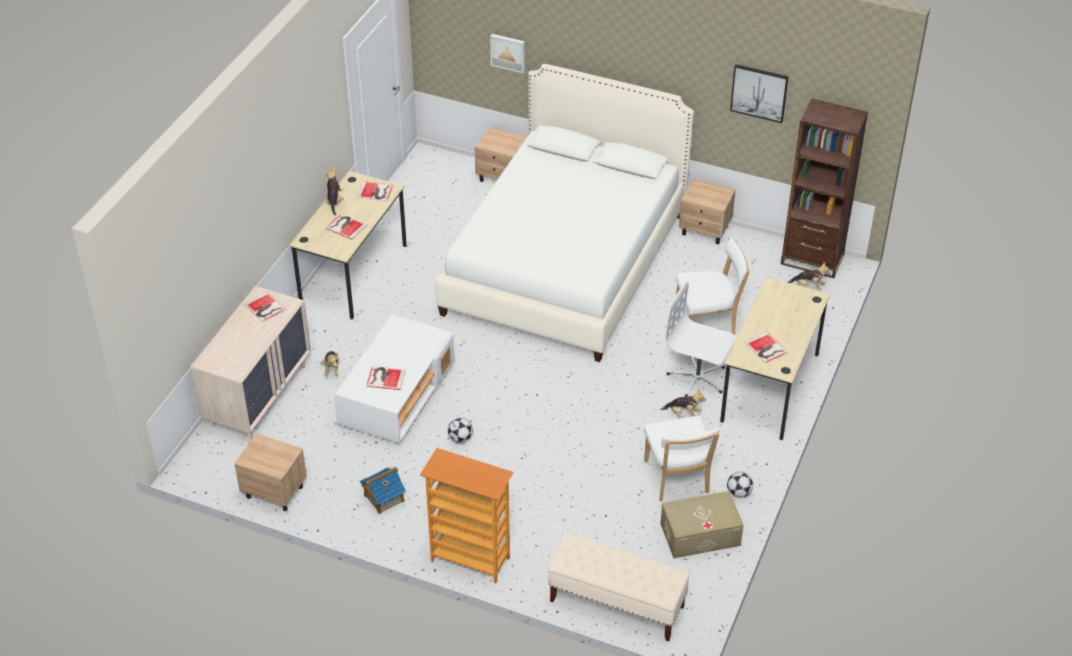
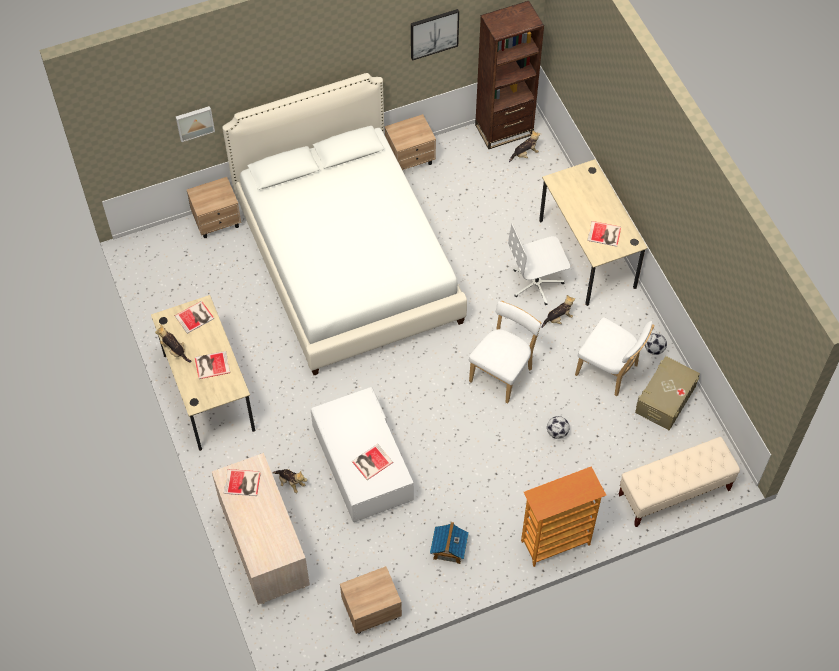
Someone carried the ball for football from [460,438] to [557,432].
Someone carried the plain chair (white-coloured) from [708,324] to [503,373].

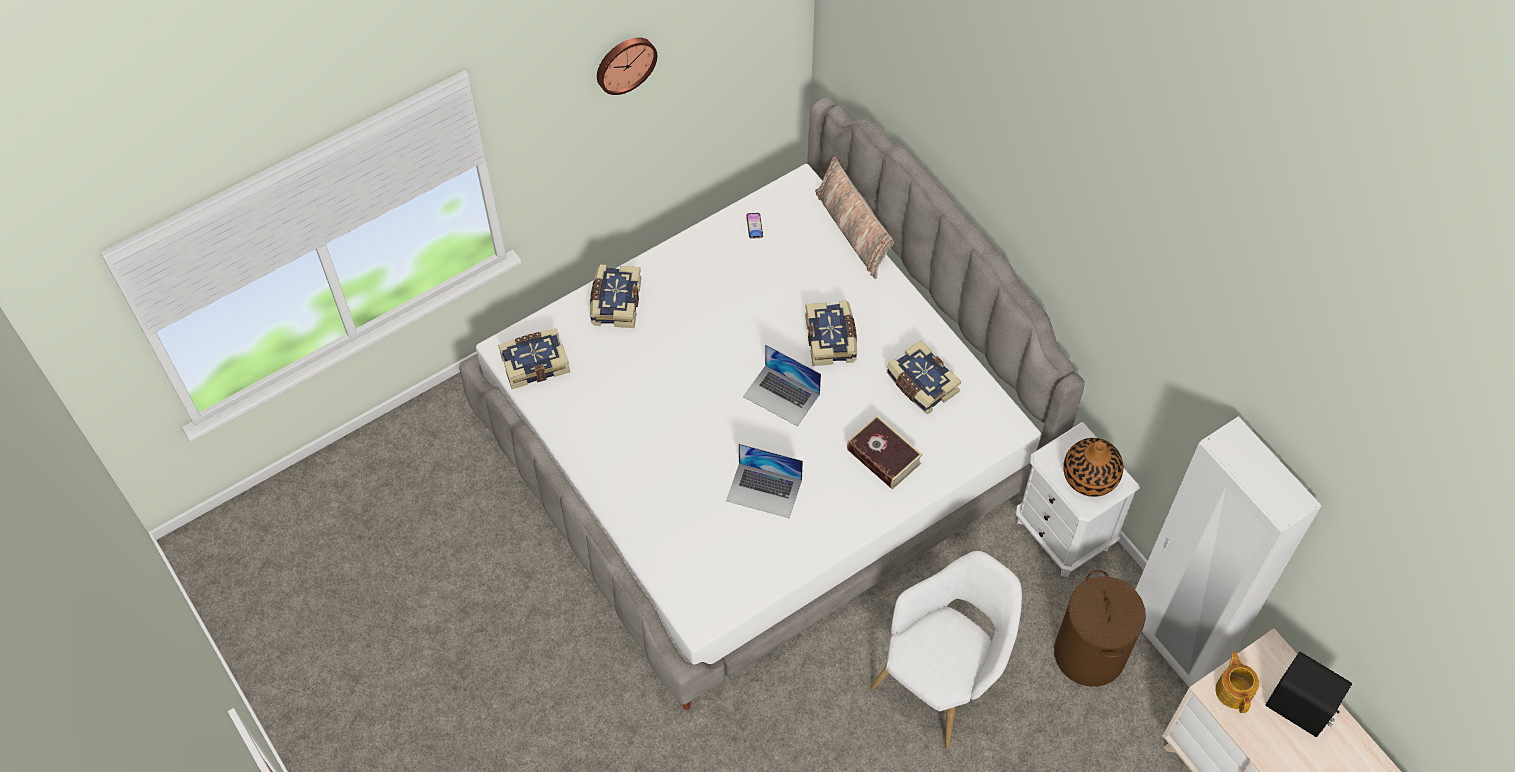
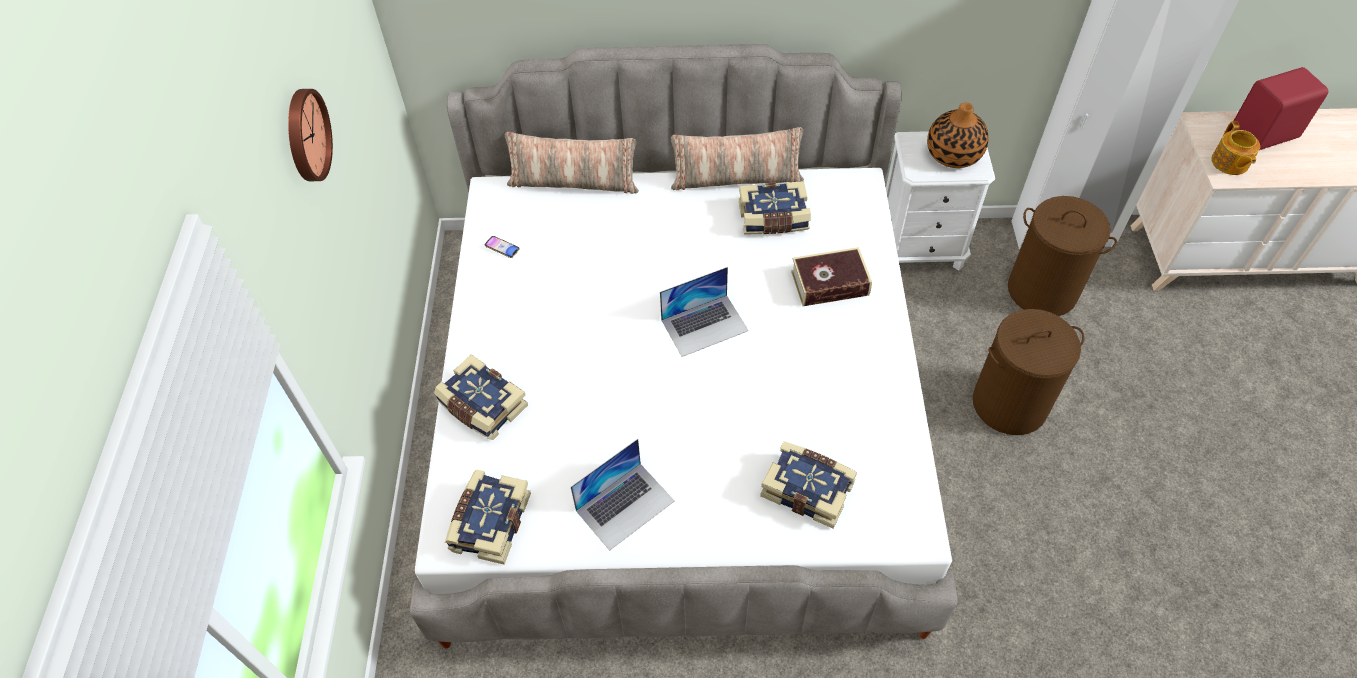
Someone put down the cushion at [736,178].
Someone carried the portable computer from [764,490] to [625,505].
Someone carried the book from [832,339] to [808,488].
Someone swapped the lounge chair (white-coloured) at [943,678] for the laundry basket (brownish) at [1010,403].
Someone repainted the speaker (black-coloured) at [1299,709], which became the speaker (red-coloured) at [1265,135].
Someone rotated the pot for tea at [1234,690] by 120 degrees counterclockwise.

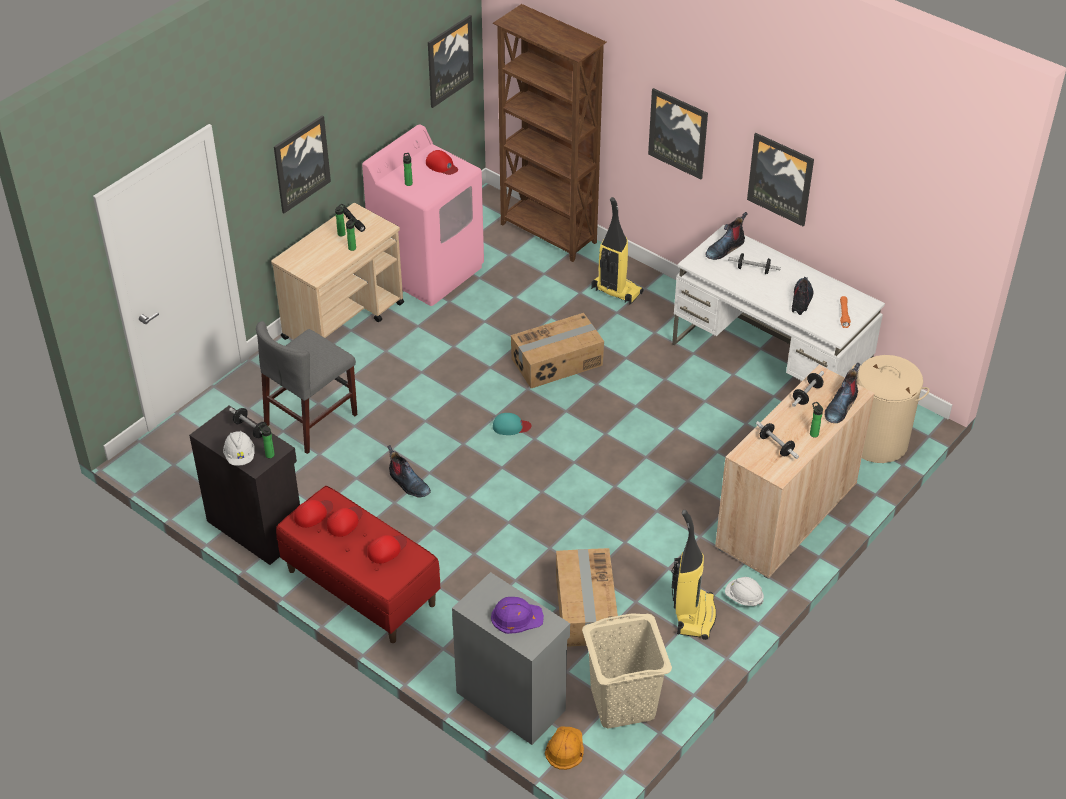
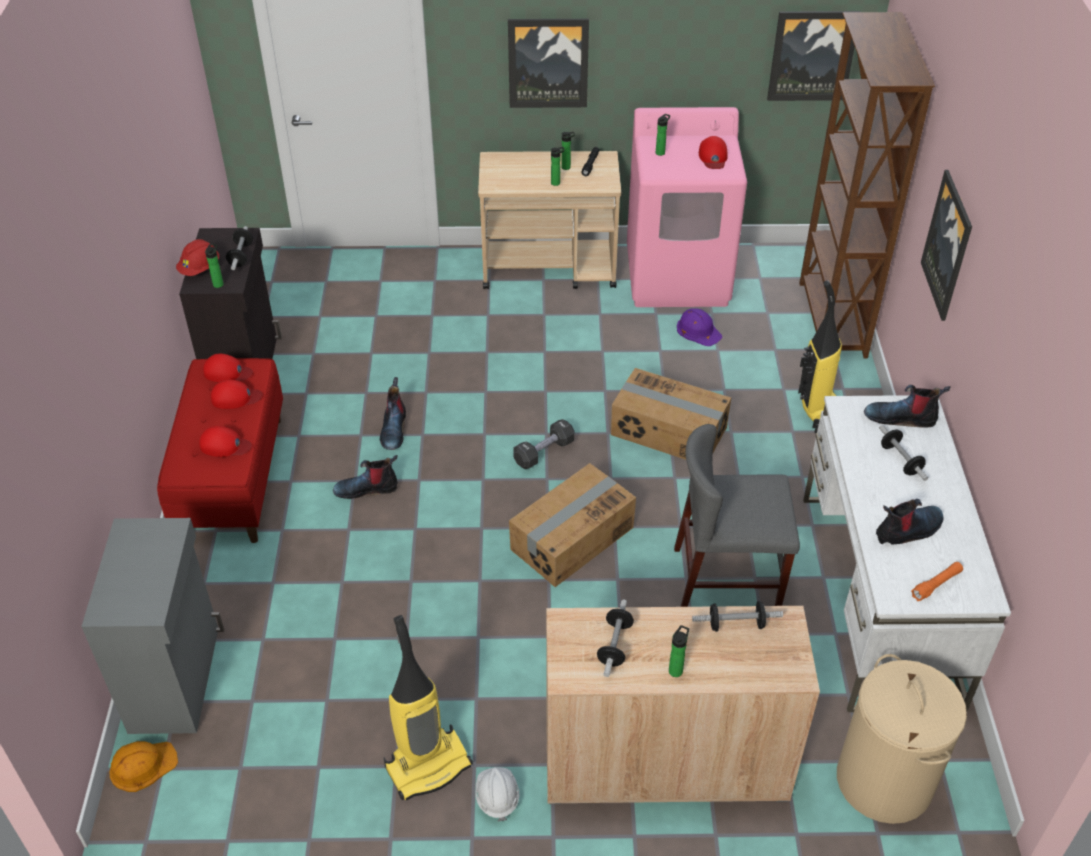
Someone took away the laundry basket (beige) at [622,703].
Someone took away the wall art at [781,178].
Someone carried the plain chair (grey) from [311,420] to [726,580].
Someone carried the safety helmet (purple-coloured) from [516,617] to [698,330].
Someone carried the packing box from [585,609] to [571,538].
Someone carried the boot from [840,406] to [367,488].
Someone swapped the baseball cap (turquoise) at [511,426] for the hand weight (black-coloured) at [544,452].
Someone repainted the safety helmet (white-coloured) at [240,456], which became the safety helmet (red-coloured) at [200,269].

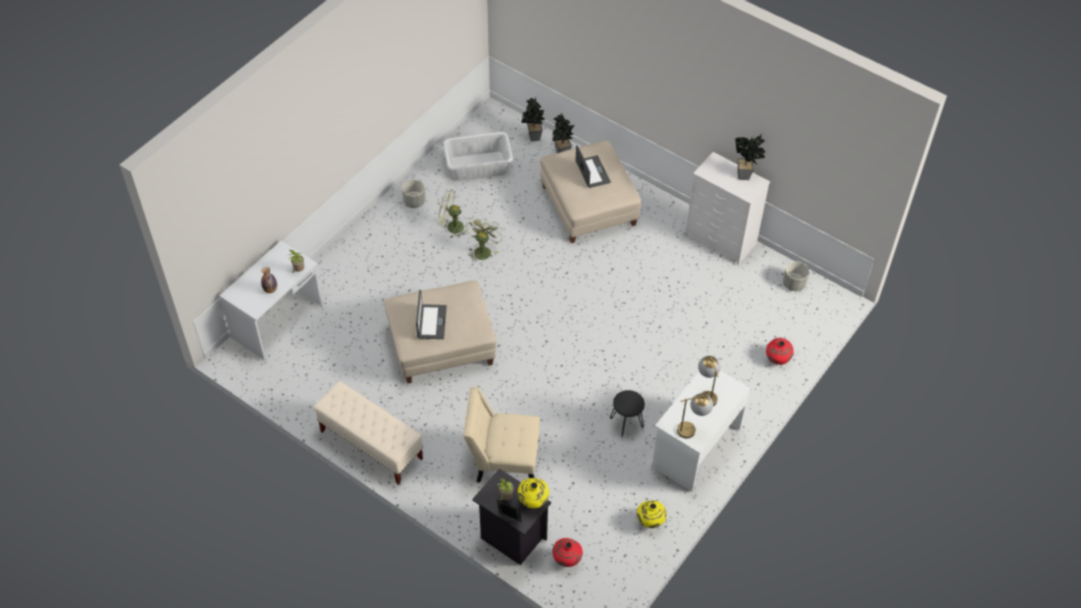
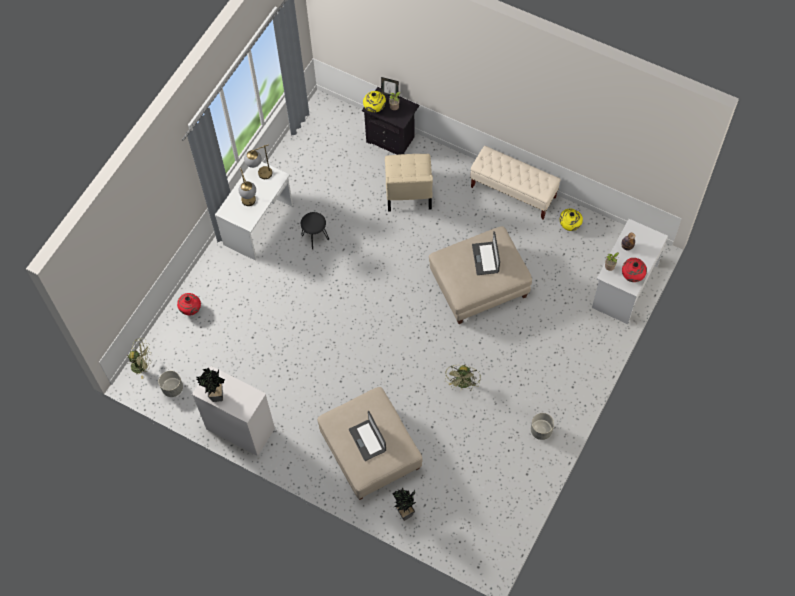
Someone took away the laundry basket (grey) at [478,166].
Someone took away the houseplant at [533,139].
Someone carried the cooling fan (green) from [451,227] to [142,365].
Someone carried the flower vase (red-coloured) from [566,560] to [632,276].
Someone carried the flower vase (yellowish) from [650,521] to [569,226].
Someone rotated the plain chair (beige) at [503,460] by 90 degrees clockwise.

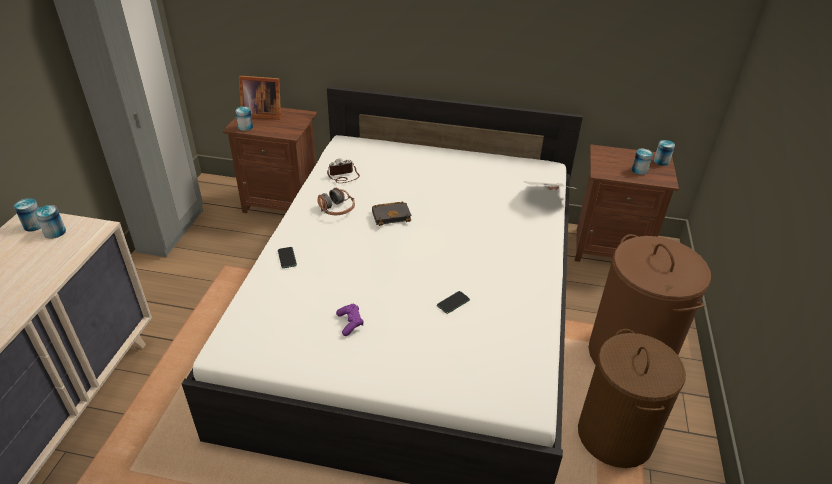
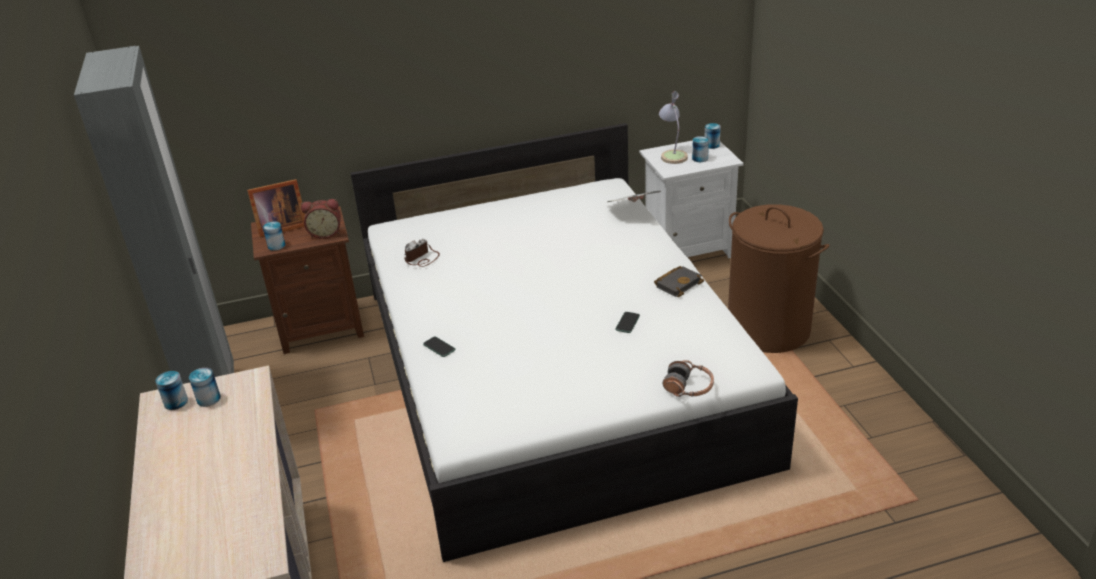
Someone took away the gamepad (purple-coloured) at [350,323].
Someone took away the laundry basket (brownish) at [614,435].
Someone put down the table clock at [325,233].
Someone put down the lamp for a table at [672,155].
Someone carried the headphones from [336,209] to [688,387].
Someone carried the book (black-coloured) from [392,215] to [678,283].
Someone repainted the nightstand (brownish) at [609,248], which became the nightstand (white-coloured) at [687,250].

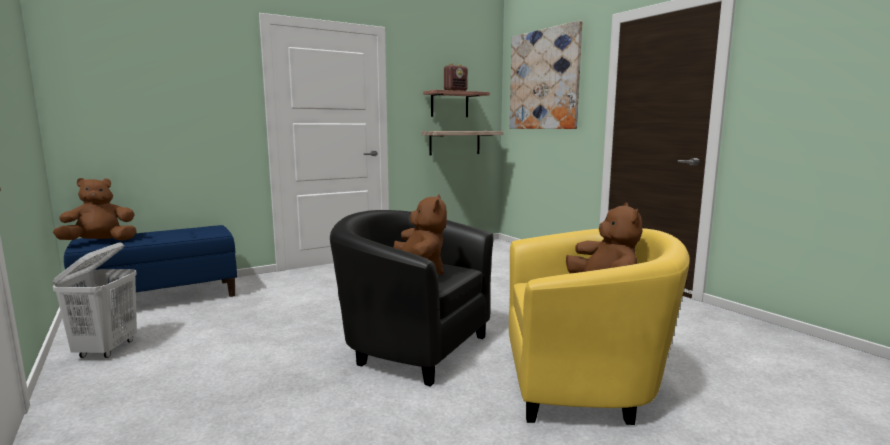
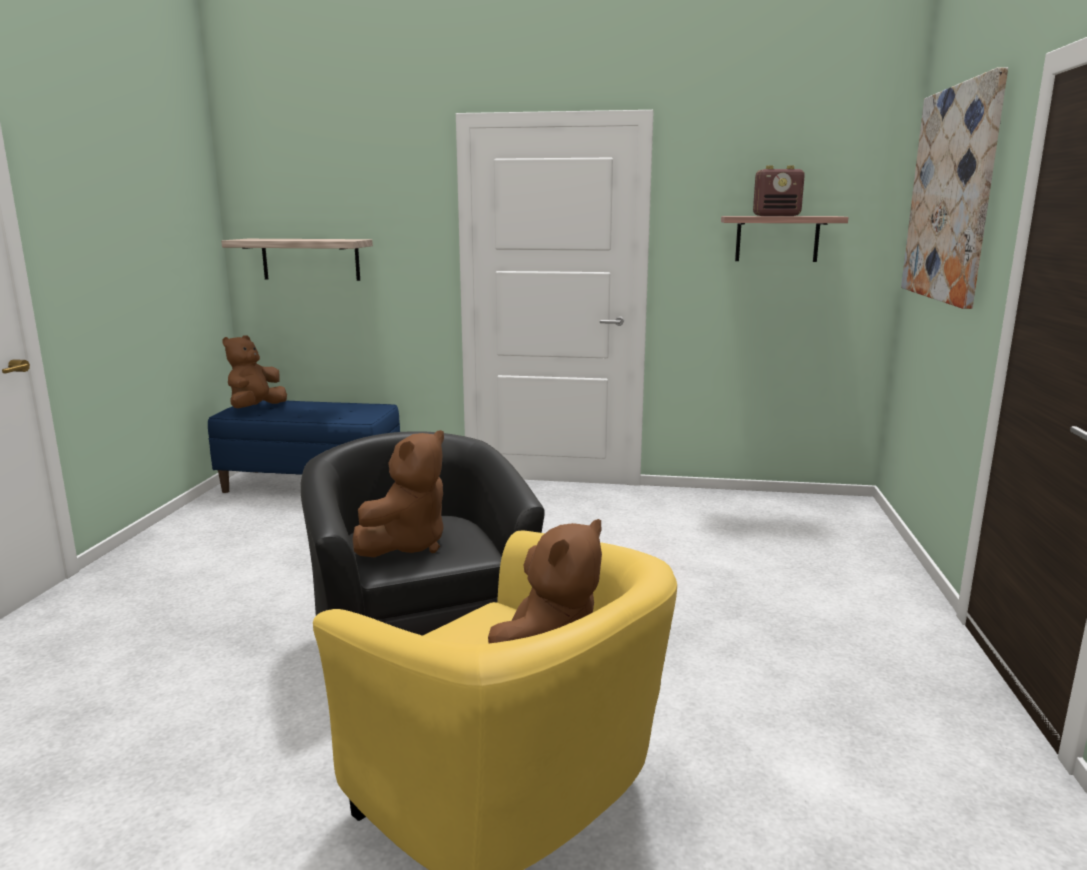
Someone took away the laundry basket (white-coloured) at [107,350].
Someone carried the shelf from [454,142] to [310,259].
Someone rotated the plush toy (brownish) at [100,242] by 75 degrees counterclockwise.

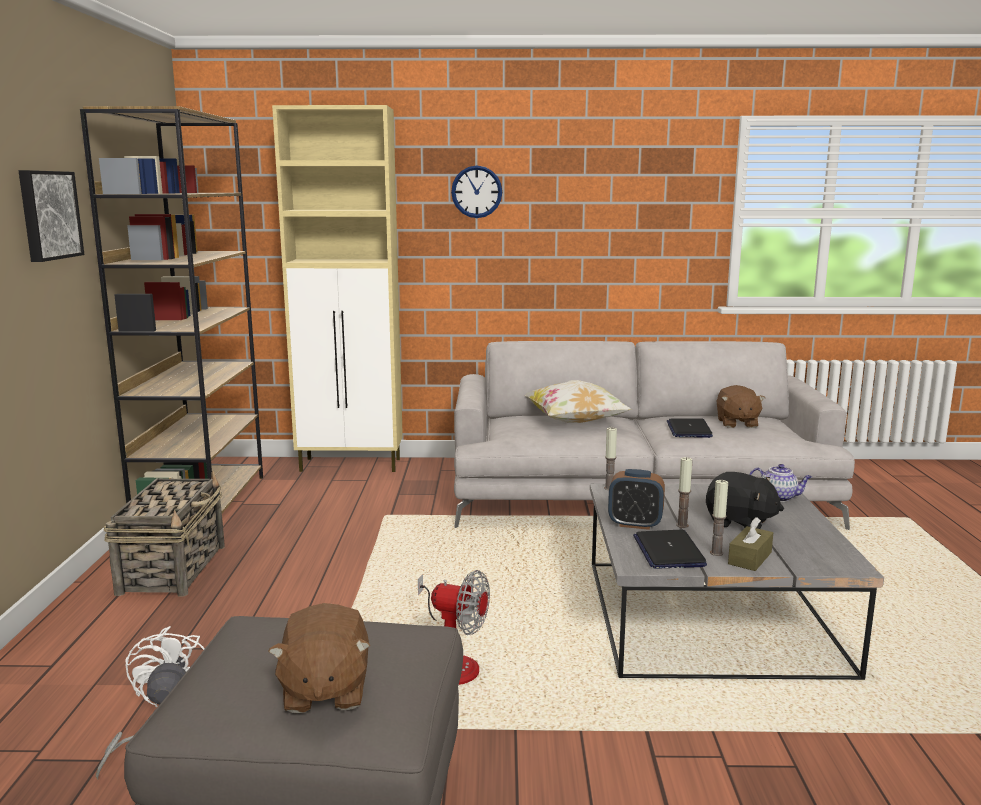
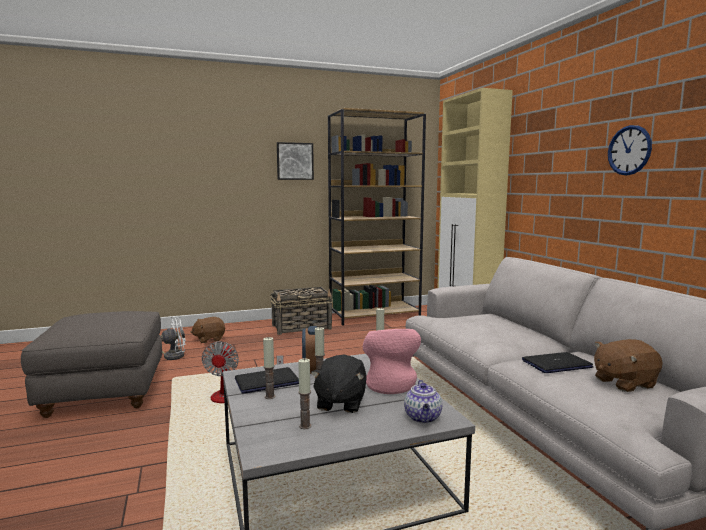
Someone took away the cushion at [575,423].
Someone took away the tissue holder (brownish) at [750,558].
Someone put down the wax candle at [305,426].
Someone put down the flower vase (pink) at [390,383].
Someone carried the plush toy (brownish) from [324,691] to [209,339].
Someone carried the wall clock from [476,192] to [629,150].

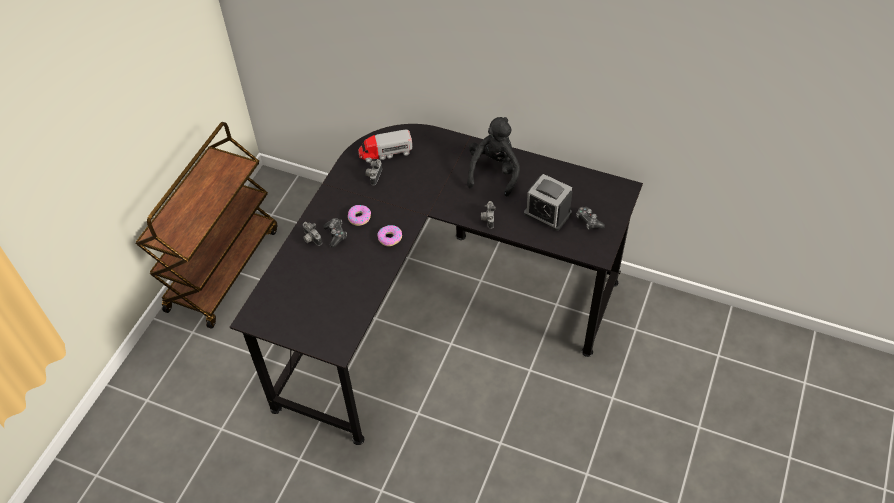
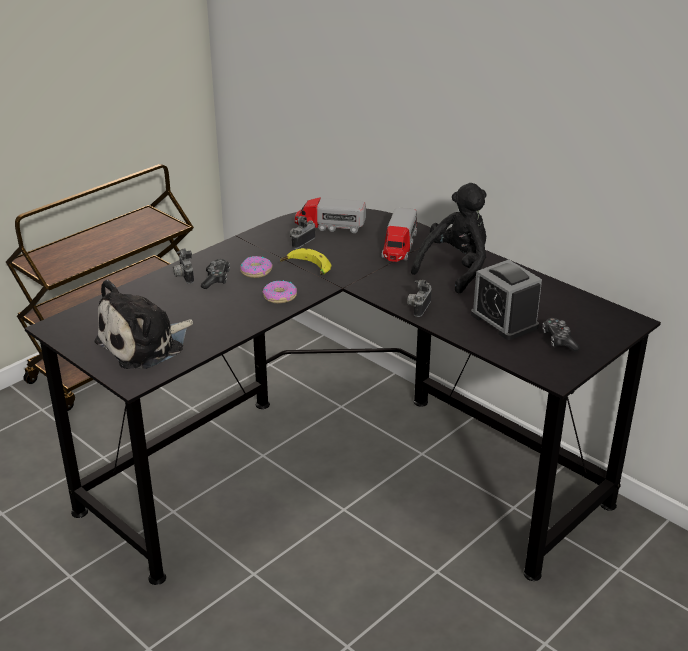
Someone put down the plush toy at [145,345].
Someone put down the banana at [306,269].
Someone put down the model truck at [399,247].

